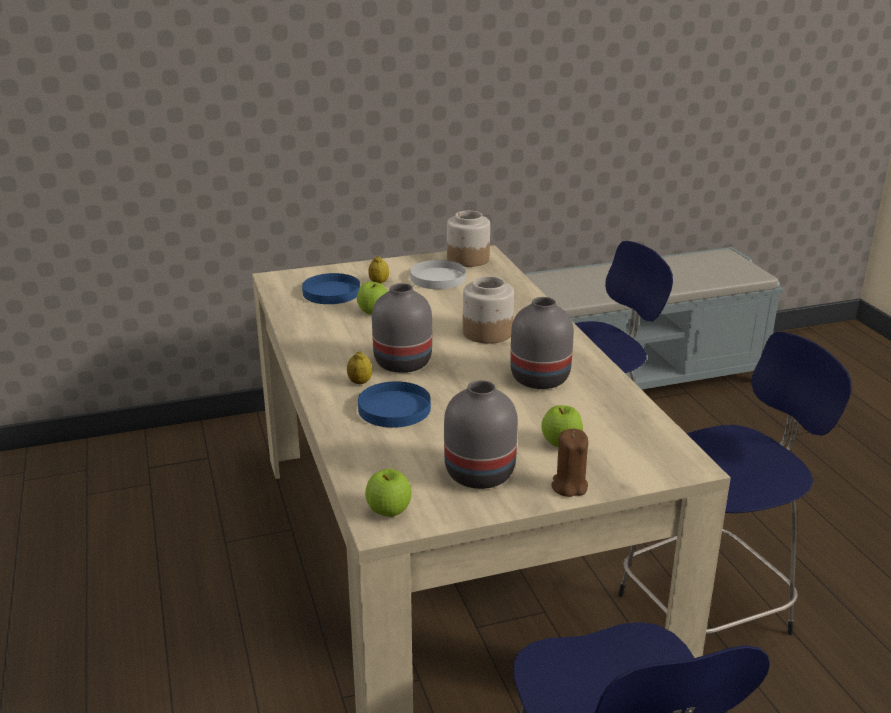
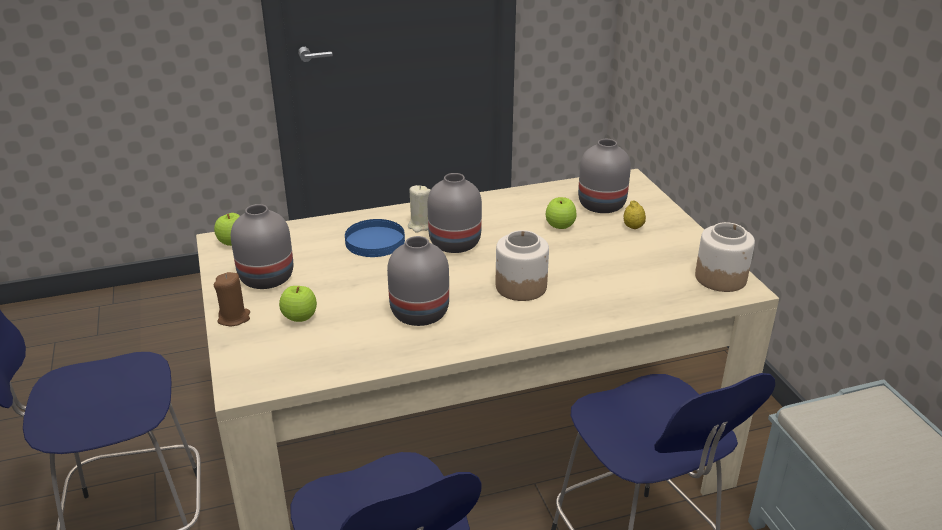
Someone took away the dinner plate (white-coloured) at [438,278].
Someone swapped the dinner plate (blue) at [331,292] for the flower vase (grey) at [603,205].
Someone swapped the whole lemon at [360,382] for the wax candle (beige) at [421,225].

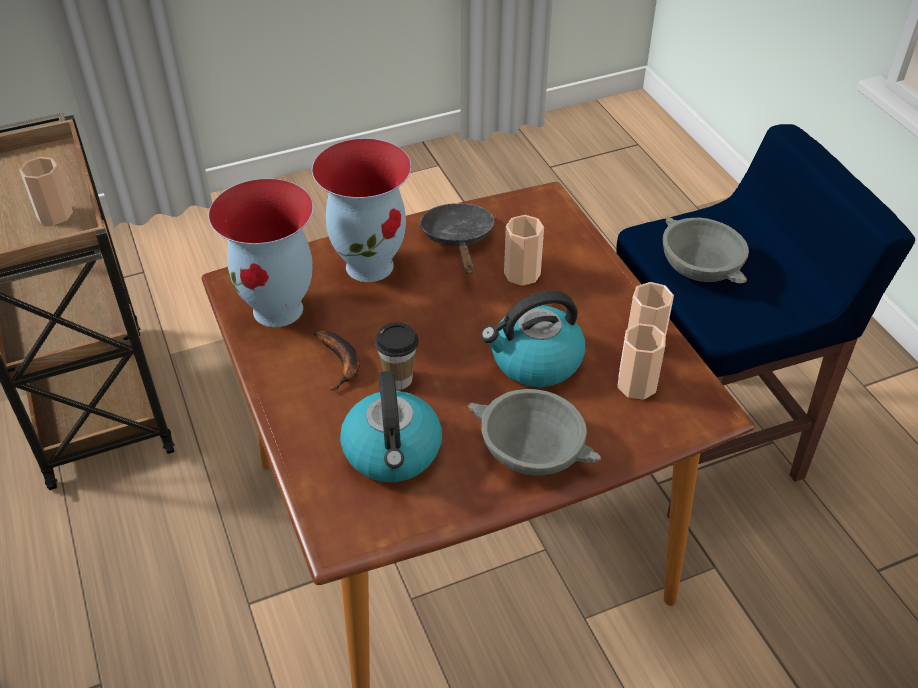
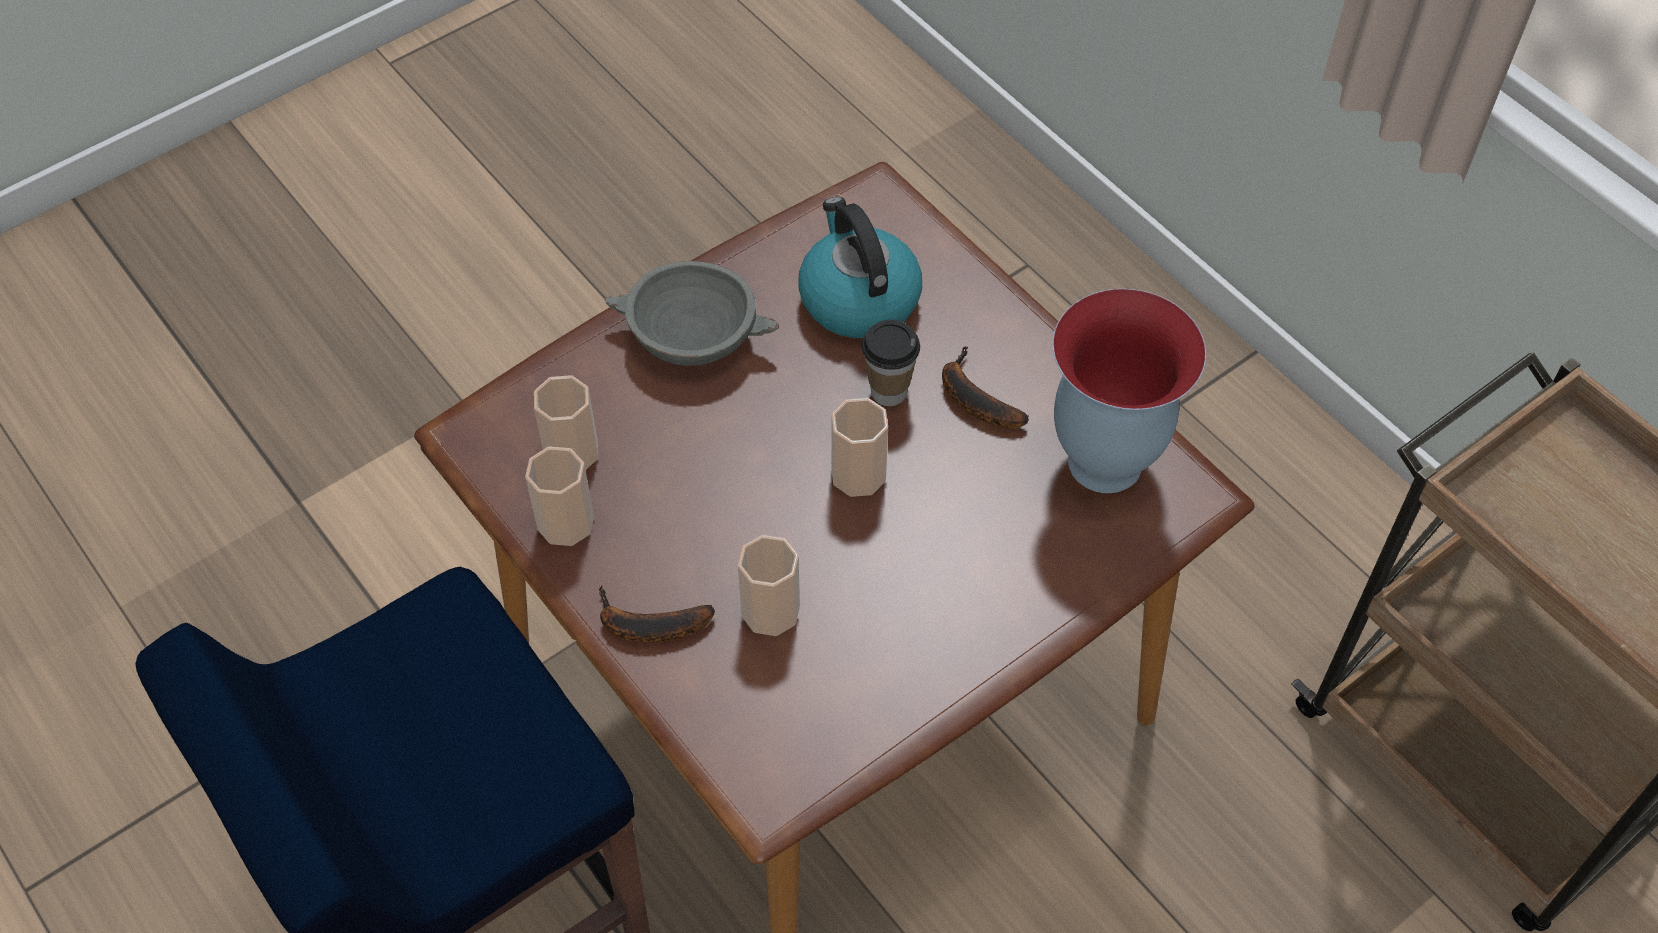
Someone took away the flower vase at [370,265].
Someone took away the skillet (black-coloured) at [458,239].
Someone took away the kettle at [535,361].
Someone took away the serving bowl (grey) at [699,266].
Someone put down the banana at [647,626].
Someone carried the small cup from [55,214] to [858,474].

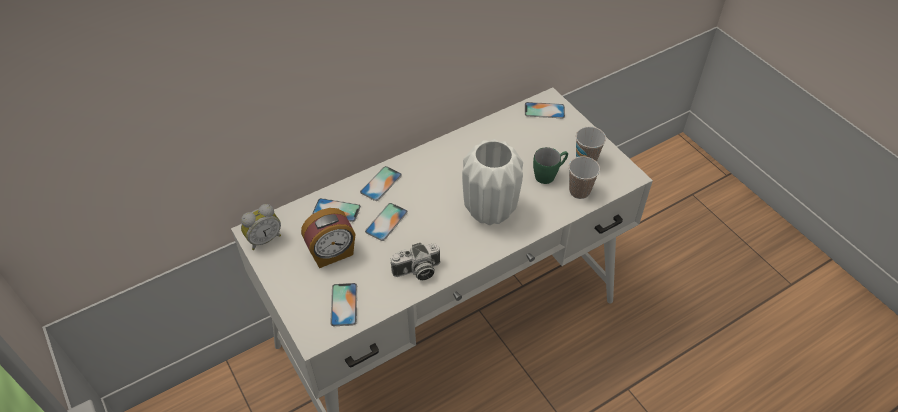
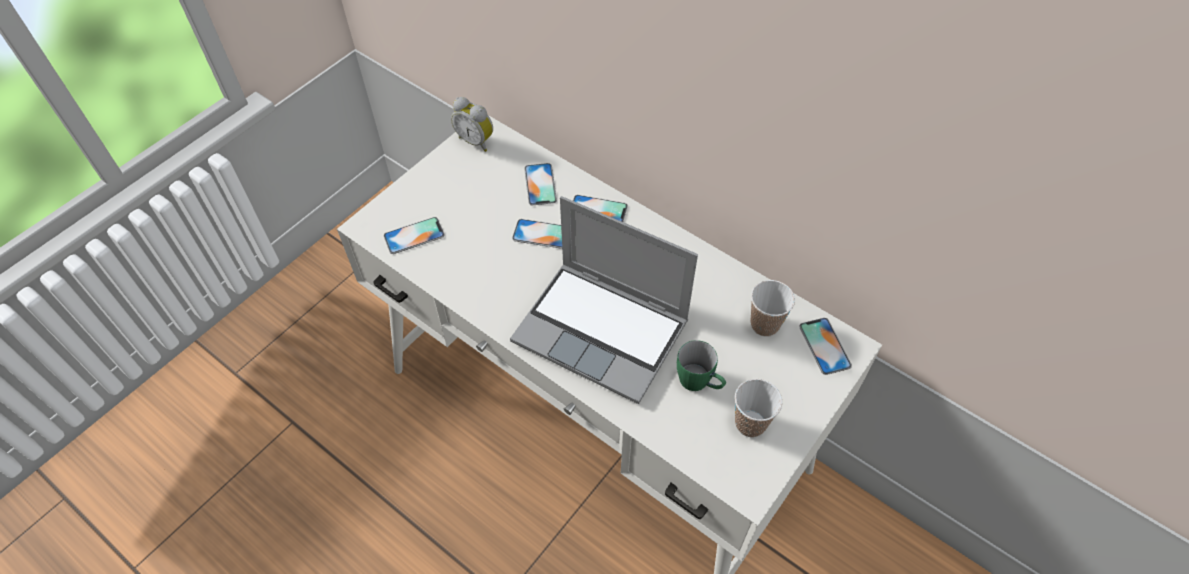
Someone took away the table clock at [332,253].
Someone took away the still camera at [417,271].
Someone carried the small cup from [579,191] to [764,325].
Someone swapped the flower vase (white-coloured) at [490,211] for the portable computer at [603,331].

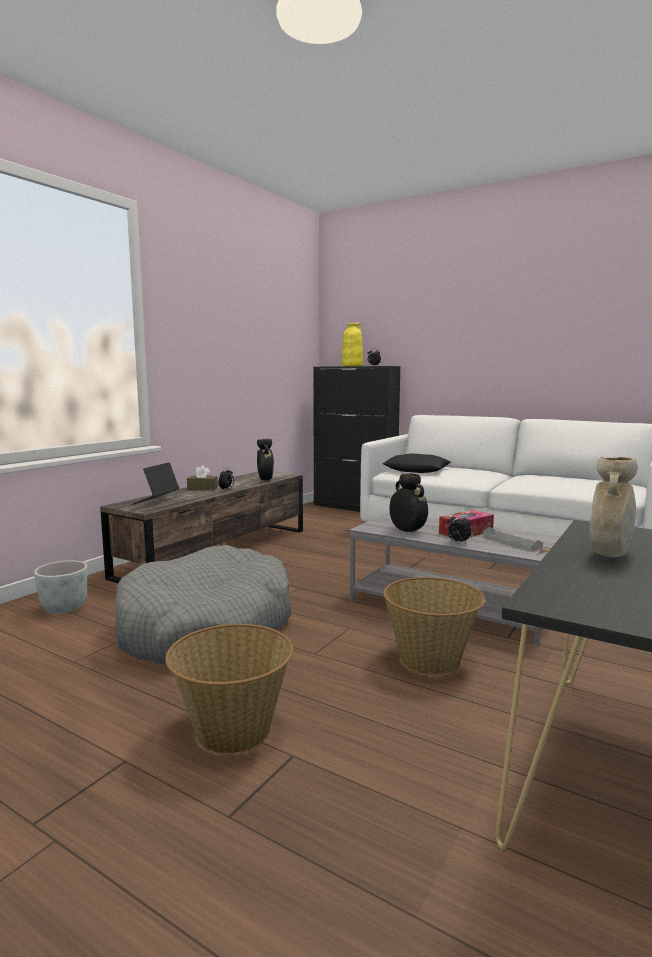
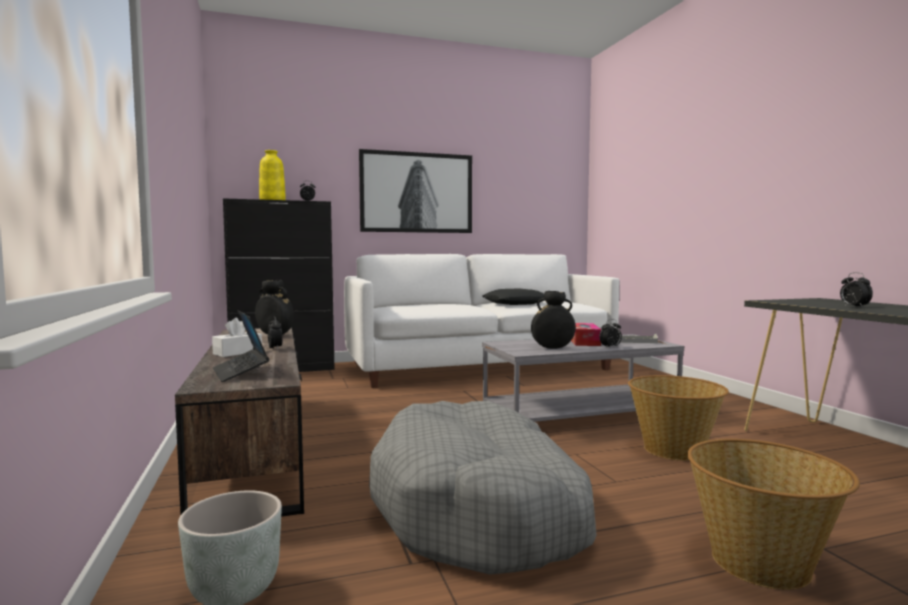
Someone put up the wall art at [417,192].
Someone carried the cushion (black-coloured) from [416,470] to [515,303].
Someone swapped the flower vase (beige) at [609,555] for the table clock at [854,307].
Someone repainted the tissue holder (brownish) at [202,488], which became the tissue holder (white-coloured) at [237,352].

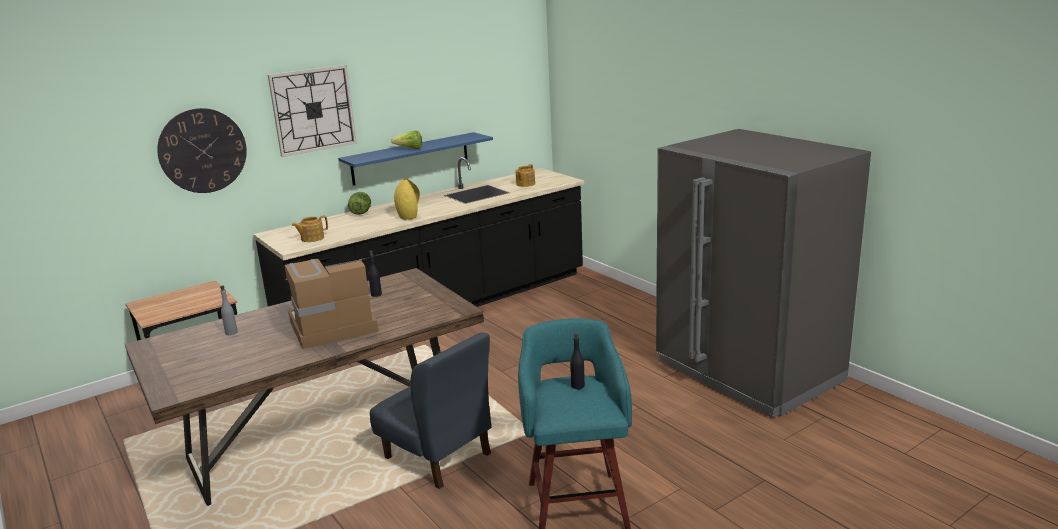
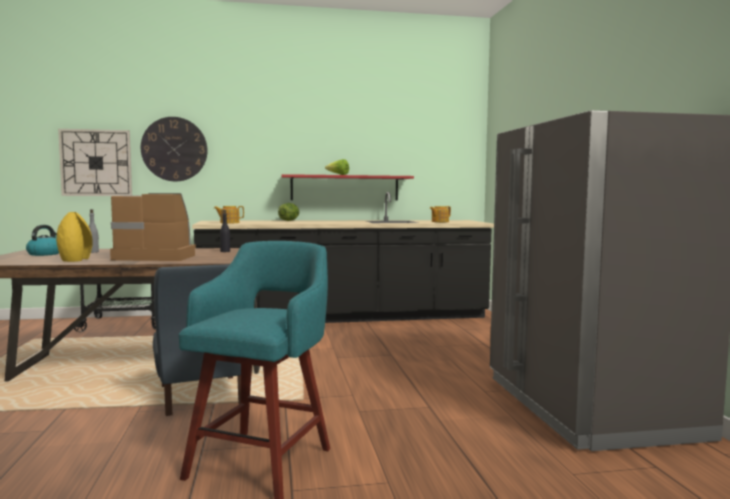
Someone took away the bottle (black-coloured) at [577,386].
Someone put down the kettle at [45,254].
Someone carried the wall clock from [313,110] to [96,163].
Someone carried the flower vase (yellowish) from [408,216] to [75,260].
Someone repainted the shelf (blue) at [410,158], which became the shelf (red-coloured) at [345,188].

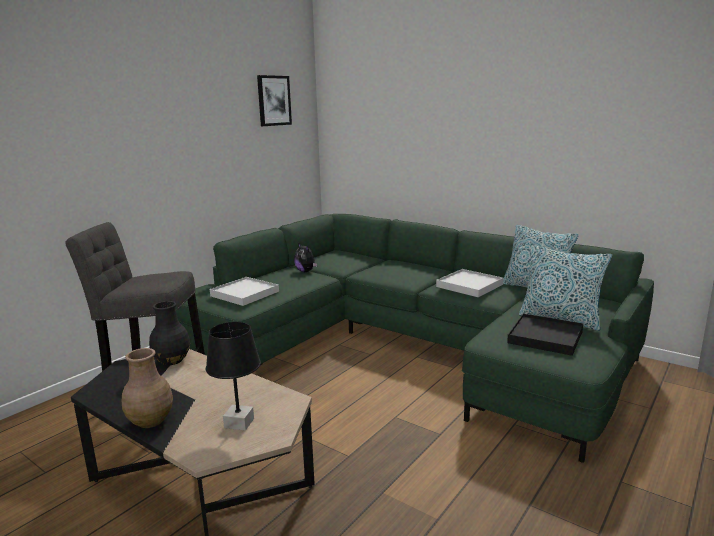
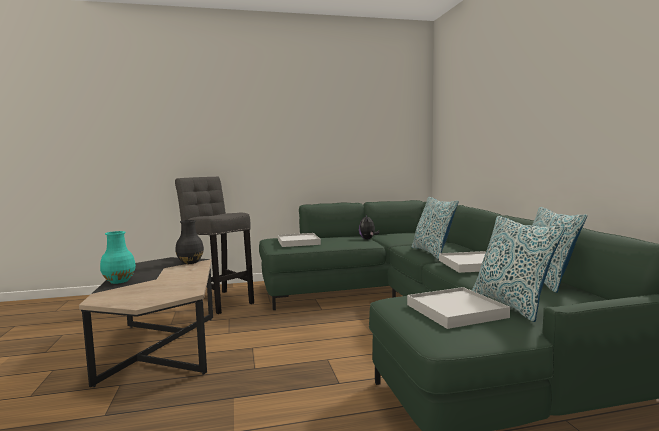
Someone took away the lamp for a table (black-coloured) at [239,423].
Someone took away the wall art at [273,100].
Someone put down the cushion at [432,252].
Someone repainted the flower vase (brownish) at [151,421], which became the flower vase (turquoise) at [119,281].
Someone repainted the tray (black-coloured) at [545,337], which became the tray (white-coloured) at [455,311].

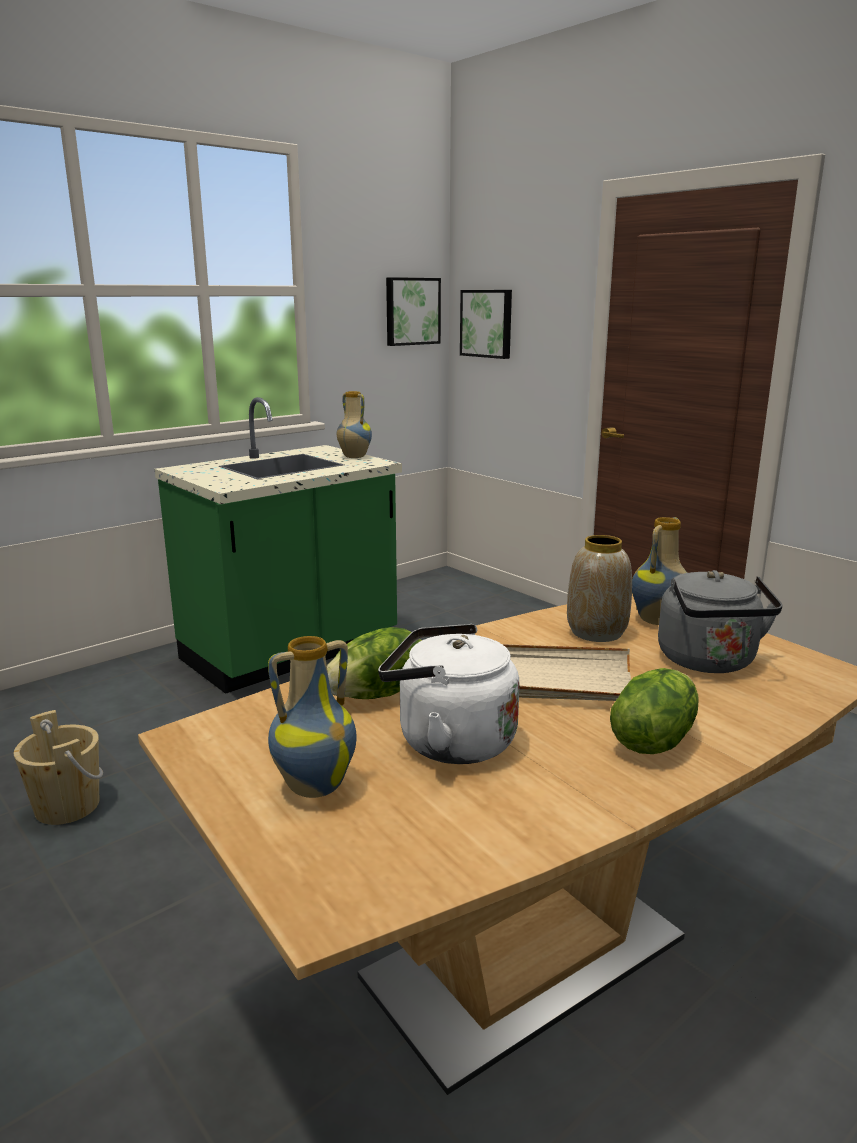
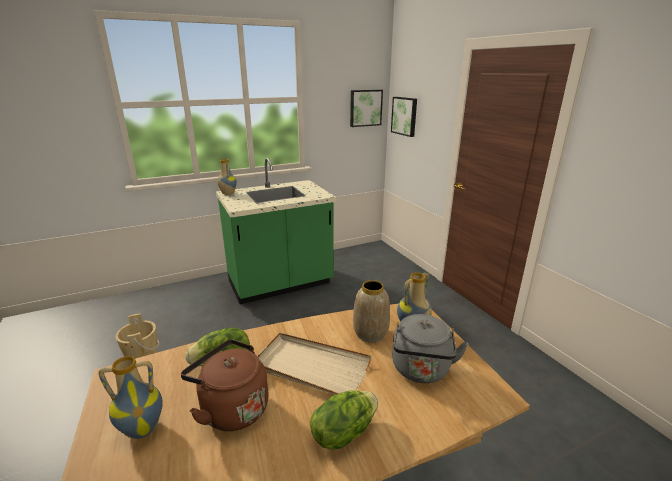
Someone carried the flower vase from [353,457] to [227,193].
Someone repainted the kettle (white-coloured) at [449,741], which became the kettle (brownish) at [232,408].

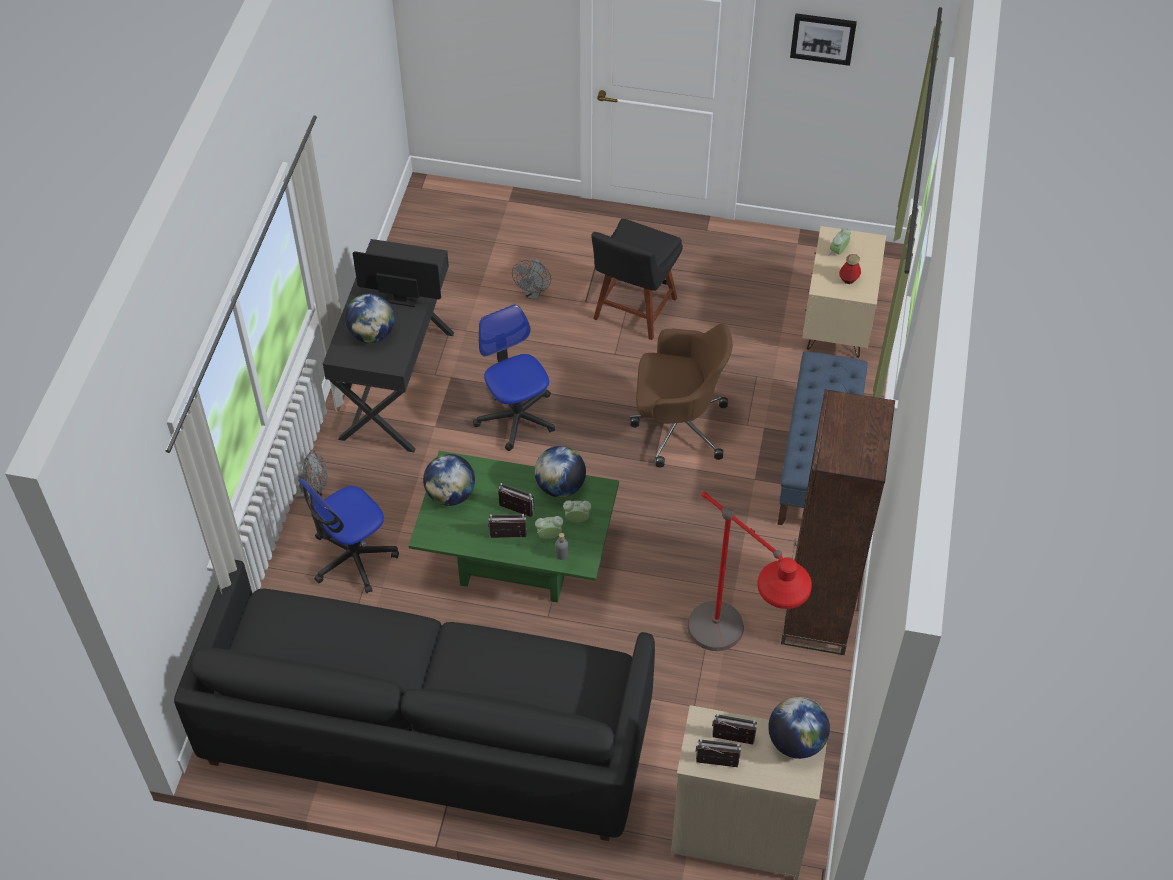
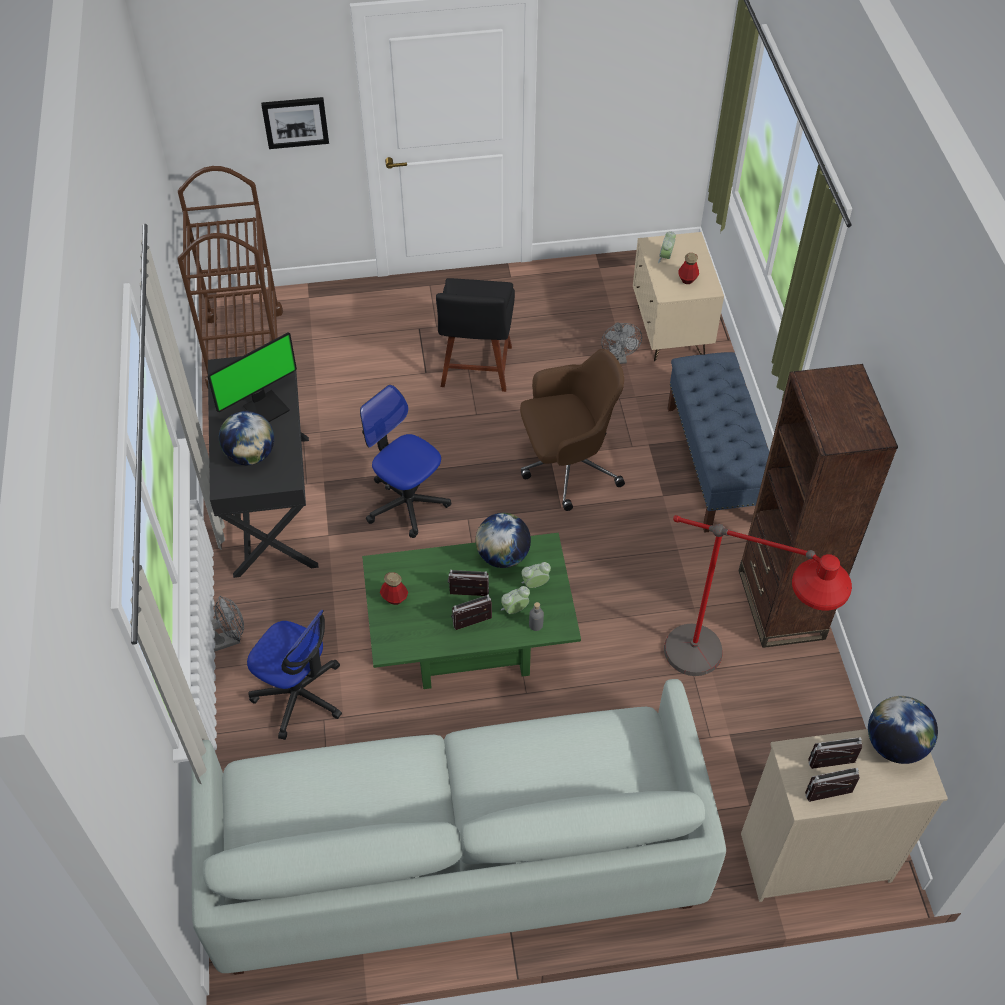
Someone put down the wheeled cart (brownish) at [245,348].
Someone carried the cooling fan (grey) from [533,294] to [619,358].
Someone carried the wall art from [823,38] to [295,122].
Someone swapped the globe at [450,494] for the bottle at [394,598].
Someone repainted the couch (black-coloured) at [427,734], which became the couch (white-coloured) at [456,858].
Someone rotated the computer chair at [353,558] by 90 degrees counterclockwise.
Someone rotated the computer display at [402,295] by 150 degrees clockwise.

